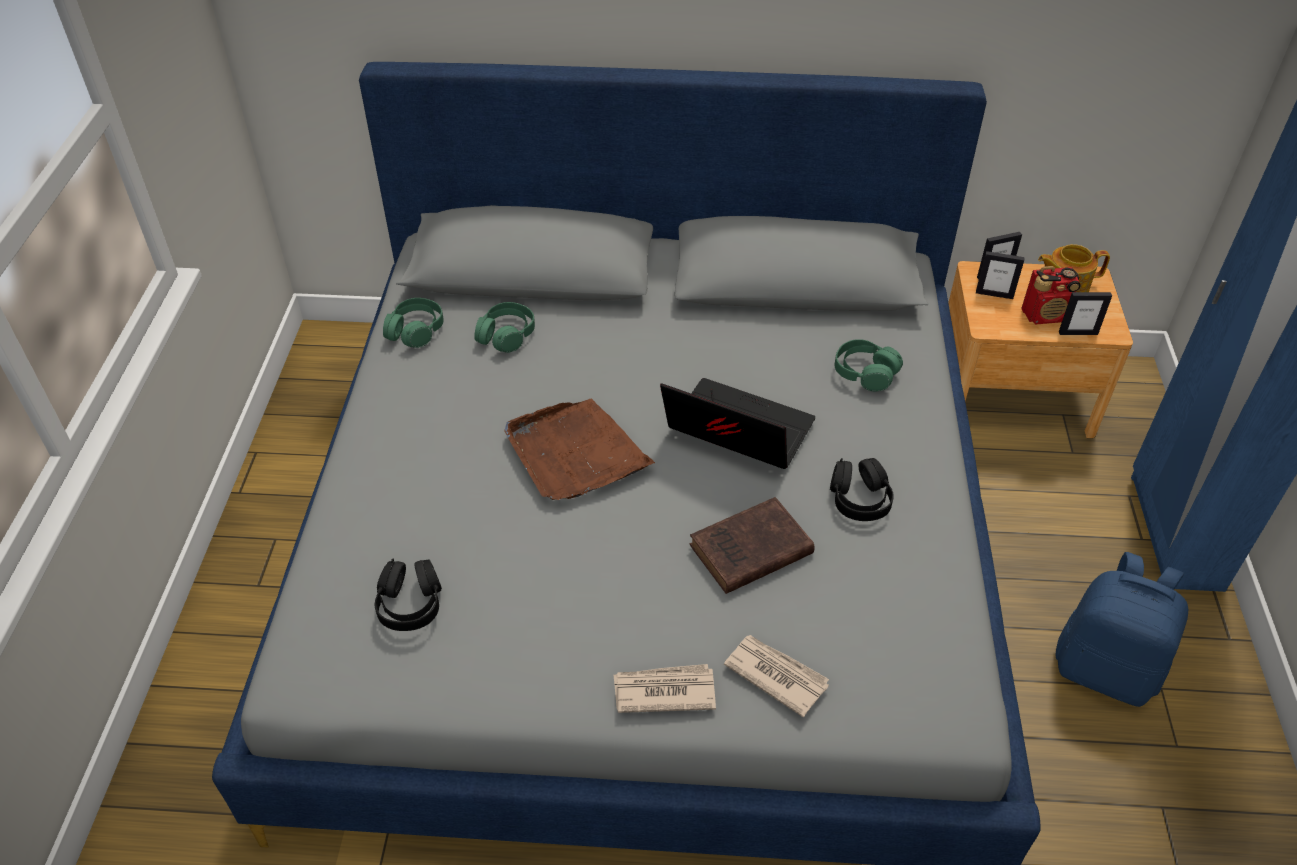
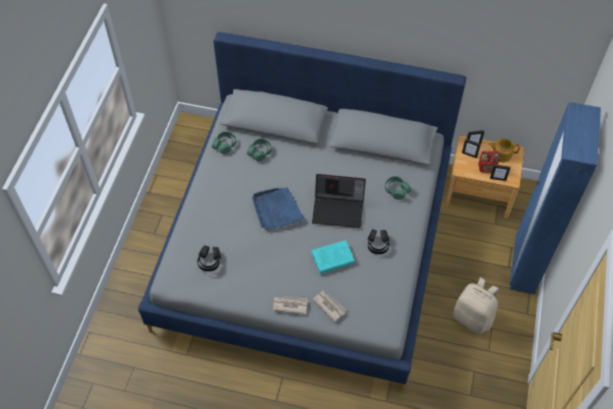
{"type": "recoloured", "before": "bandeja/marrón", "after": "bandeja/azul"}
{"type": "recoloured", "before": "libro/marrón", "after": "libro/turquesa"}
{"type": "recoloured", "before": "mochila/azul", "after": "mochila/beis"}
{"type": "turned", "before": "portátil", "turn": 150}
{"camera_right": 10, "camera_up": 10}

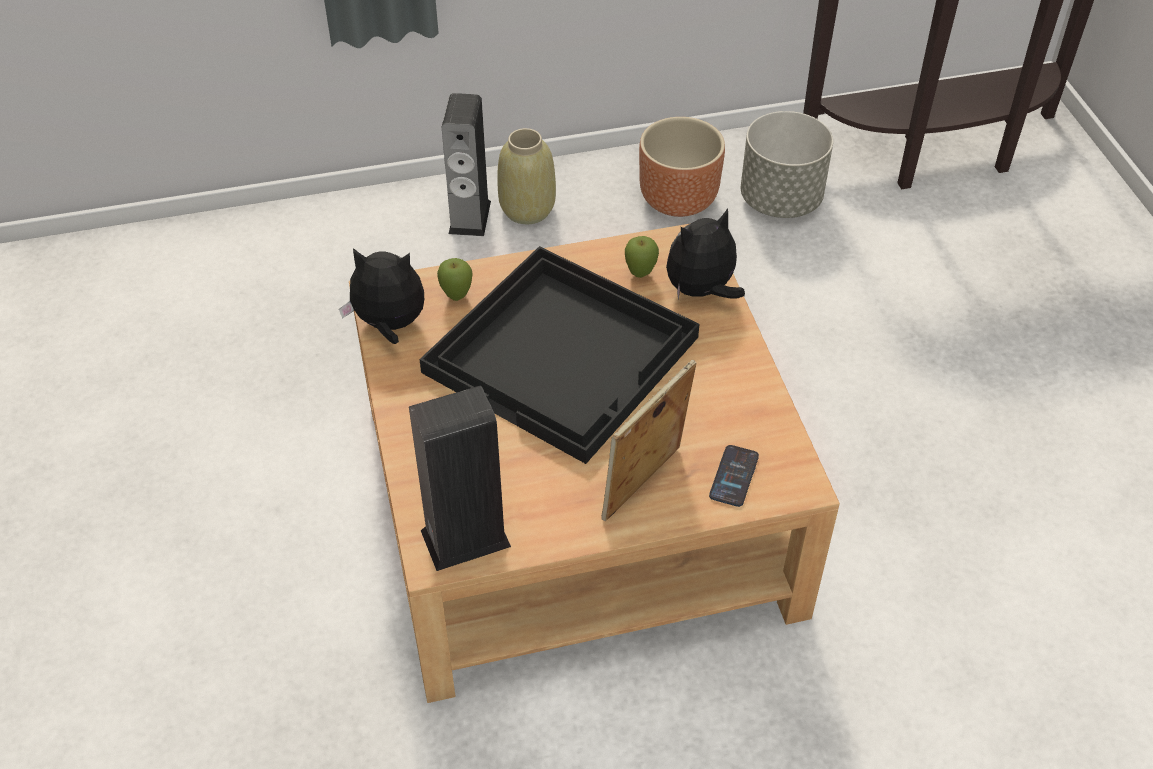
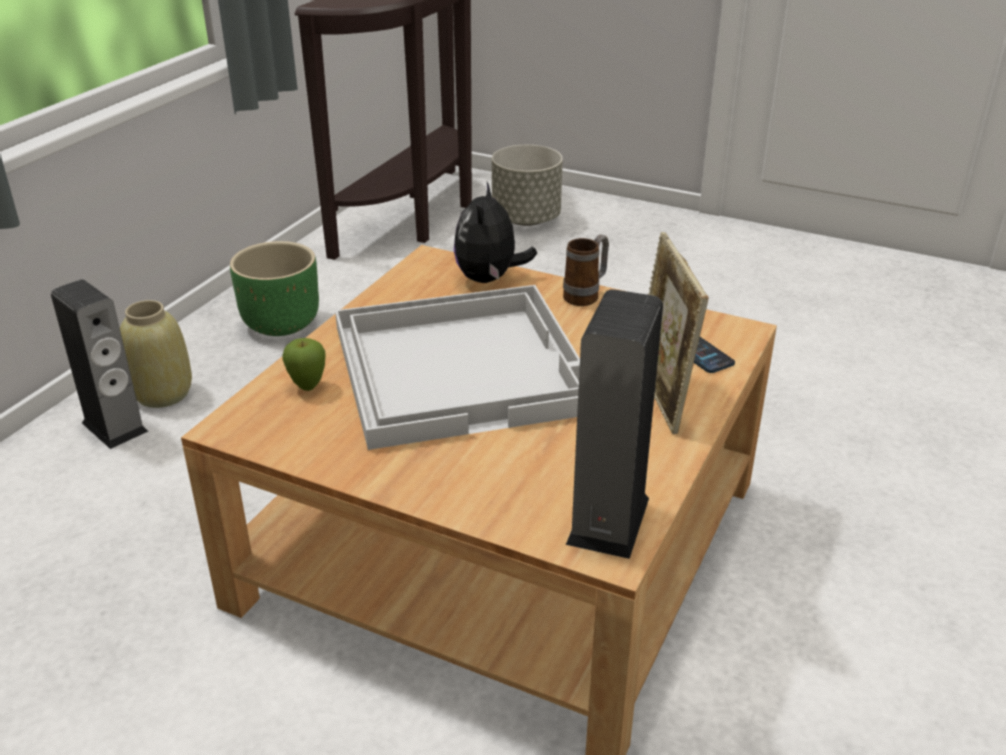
{"type": "removed", "before": "peluche (1st from left)"}
{"type": "removed", "before": "manzana (2nd from left)"}
{"type": "added", "after": "taza grande"}
{"type": "moved", "before": "maceta/gris"}
{"type": "recoloured", "before": "bandeja/negro", "after": "bandeja/blanco"}
{"type": "recoloured", "before": "maceta/marrón", "after": "maceta/verde"}
{"camera_right": -50, "camera_up": -15}

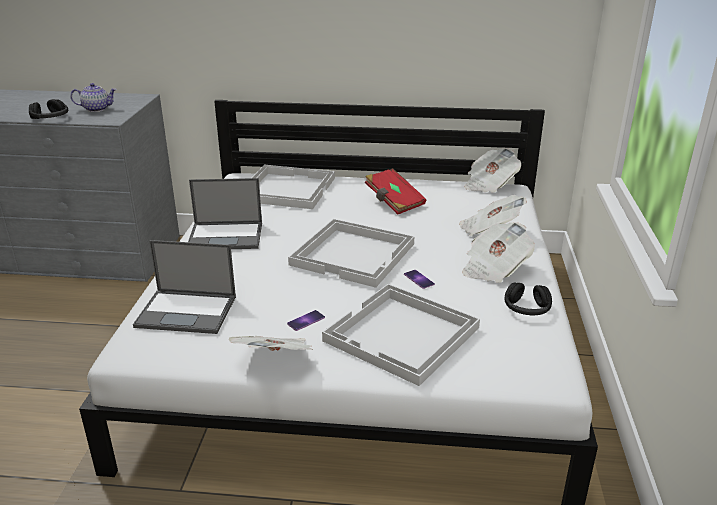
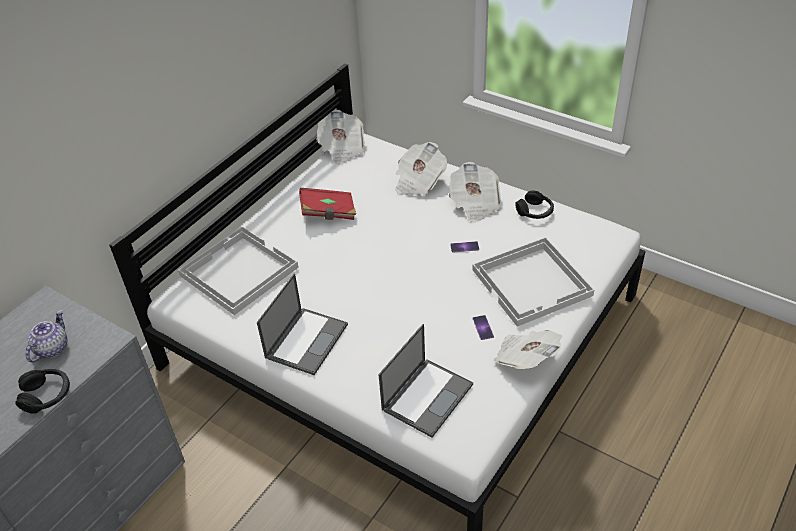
{"type": "removed", "before": "bandeja/blanco (2nd from left)"}
{"camera_right": -60, "camera_up": 15}

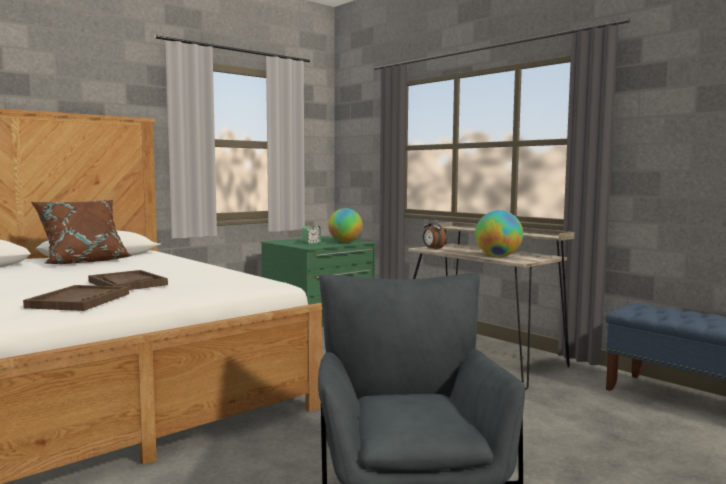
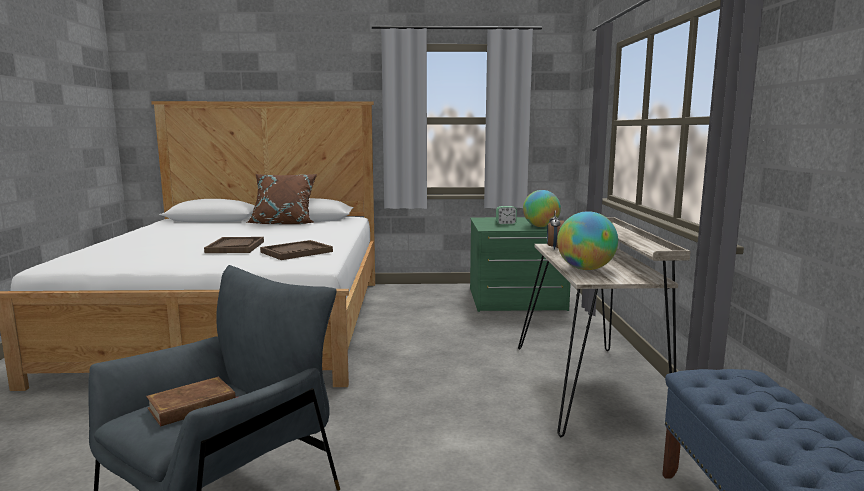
{"type": "added", "after": "libro/marrón"}
{"type": "moved", "before": "bandeja/marrón (1st from left in the first image)", "after": "bandeja/marrón (2nd from left)"}
{"camera_right": 40, "camera_up": 5}

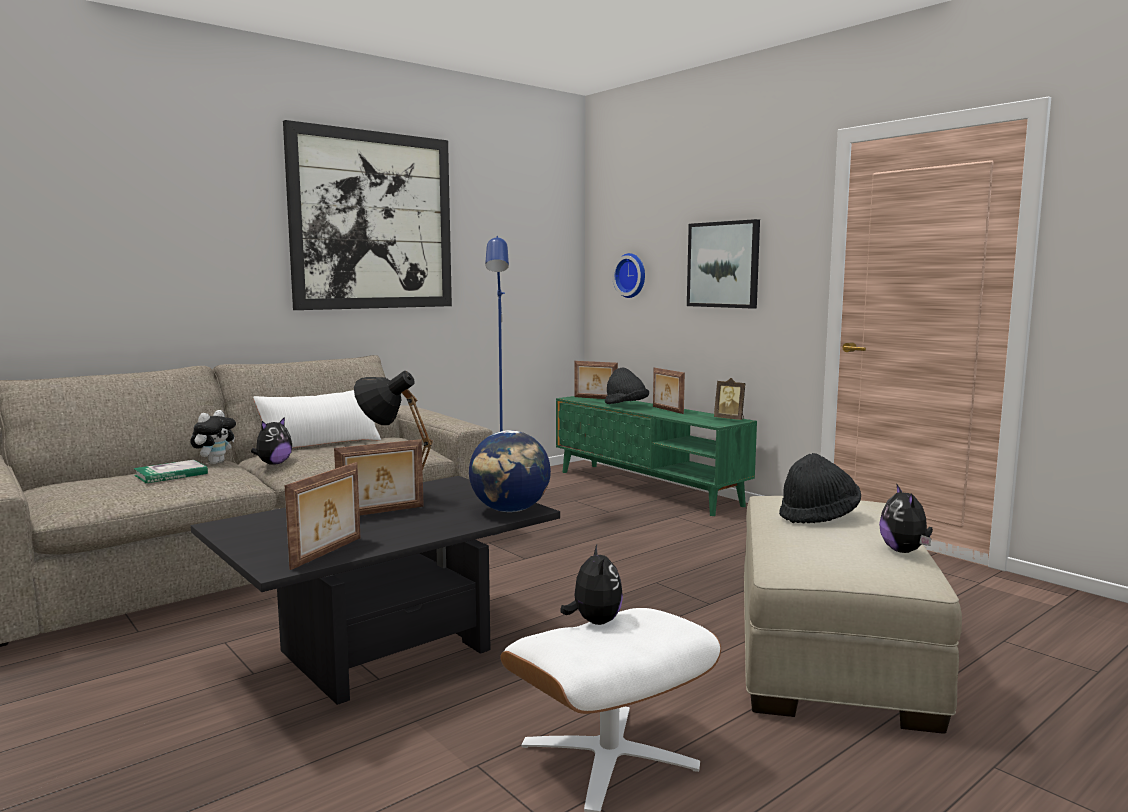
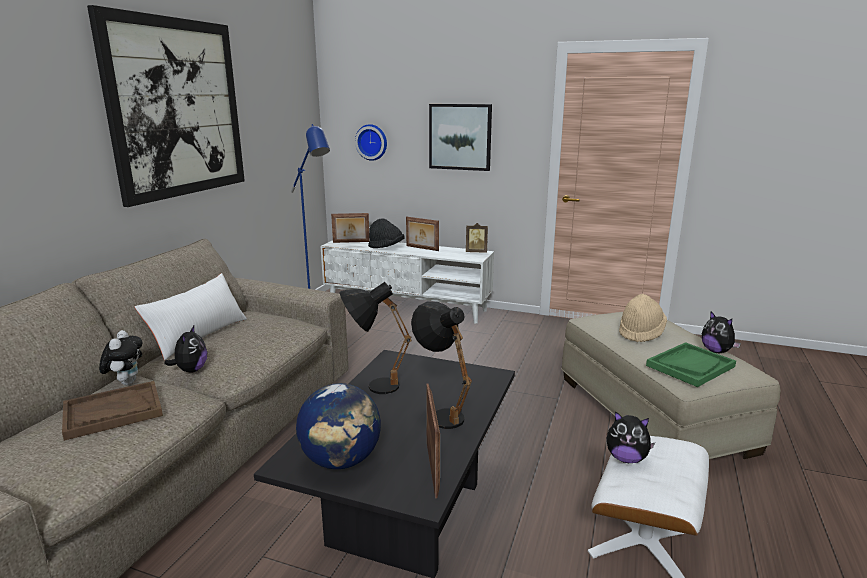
{"type": "removed", "before": "portarretratos (2nd from left)"}
{"type": "added", "after": "lámpara de mesa/negro (2nd from left)"}
{"type": "added", "after": "bandeja/verde"}
{"type": "moved", "before": "globo terráqueo"}
{"type": "replaced", "before": "libro", "after": "bandeja/marrón"}
{"type": "recoloured", "before": "mueble de televisión/verde", "after": "mueble de televisión/blanco"}
{"type": "recoloured", "before": "sombrero/negro (2nd from left)", "after": "sombrero/beis"}
{"type": "turned", "before": "peluche (3rd from left)", "turn": 150}
{"camera_right": -30, "camera_up": 10}

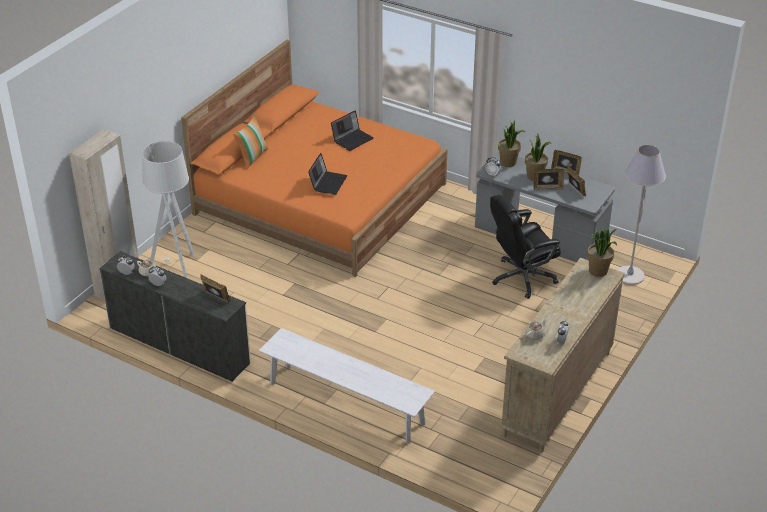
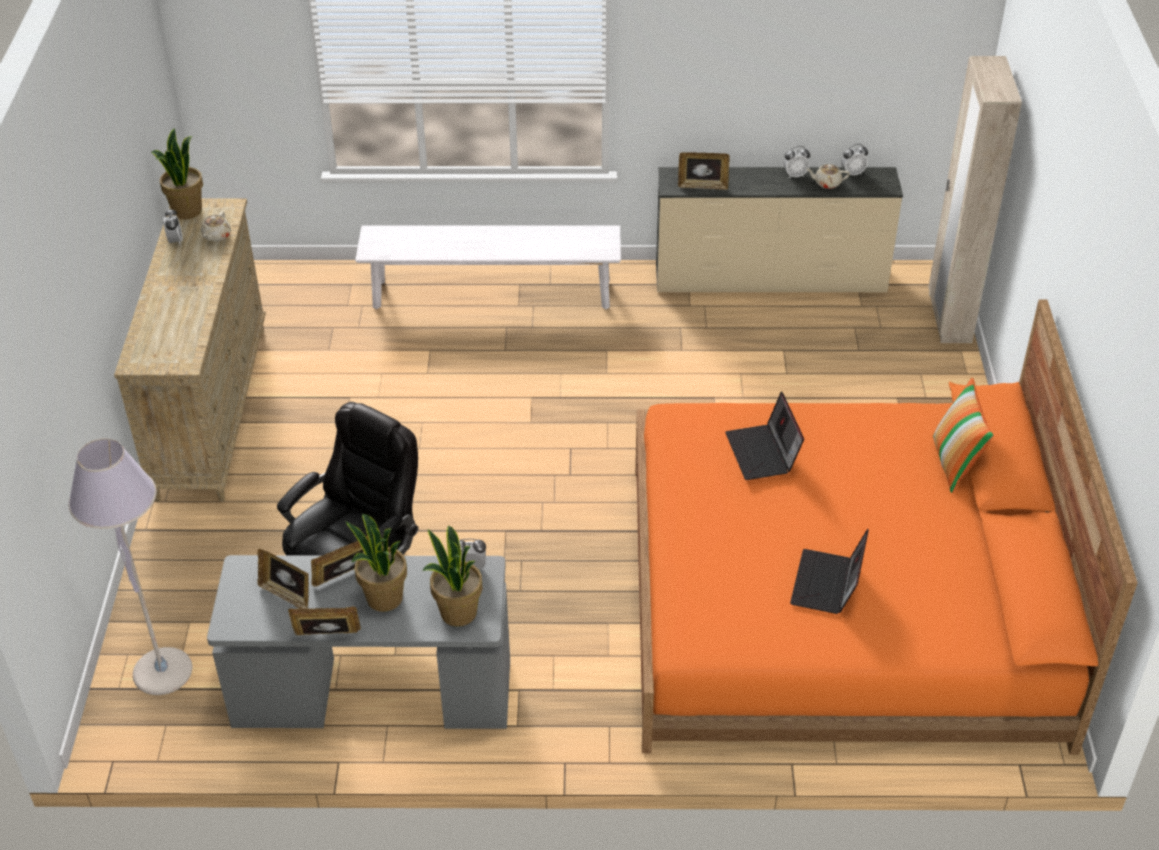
{"type": "removed", "before": "lámpara de pie/gris (1st from left)"}
{"type": "moved", "before": "planta en maceta (3rd from left in the first image)", "after": "planta en maceta (1st from left)"}
{"camera_right": 150, "camera_up": 5}

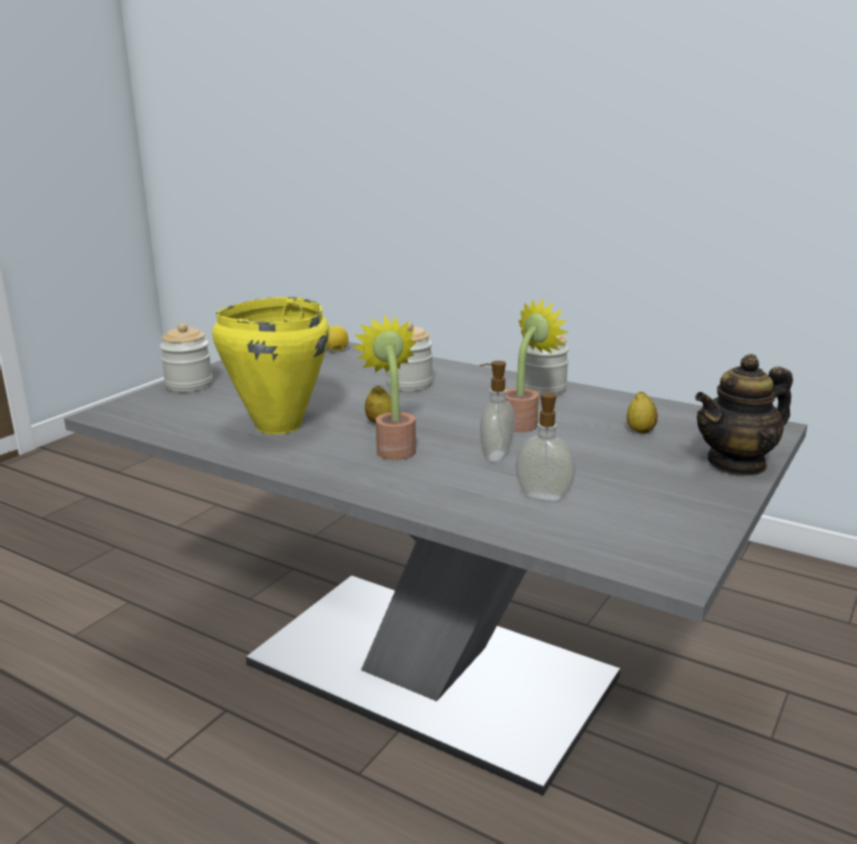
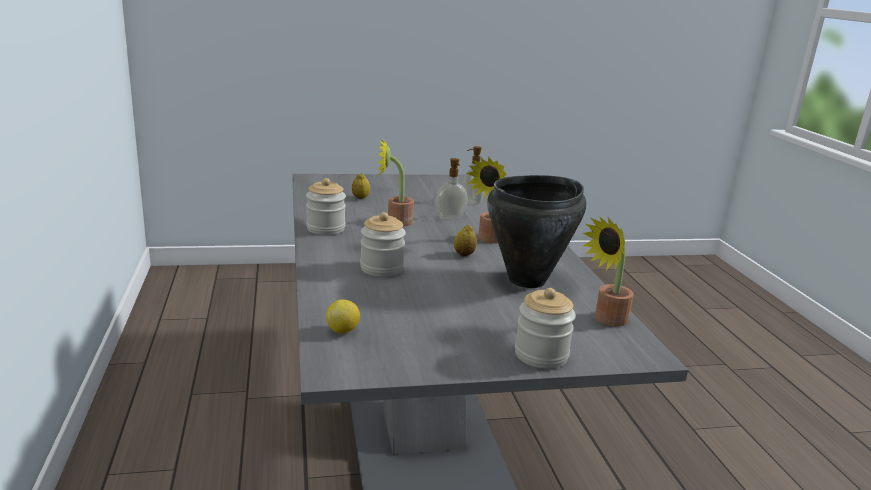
{"type": "removed", "before": "tetera"}
{"type": "added", "after": "planta en maceta (3rd from left)"}
{"type": "recoloured", "before": "olla/amarillo", "after": "olla/negro"}
{"camera_right": -135, "camera_up": 0}

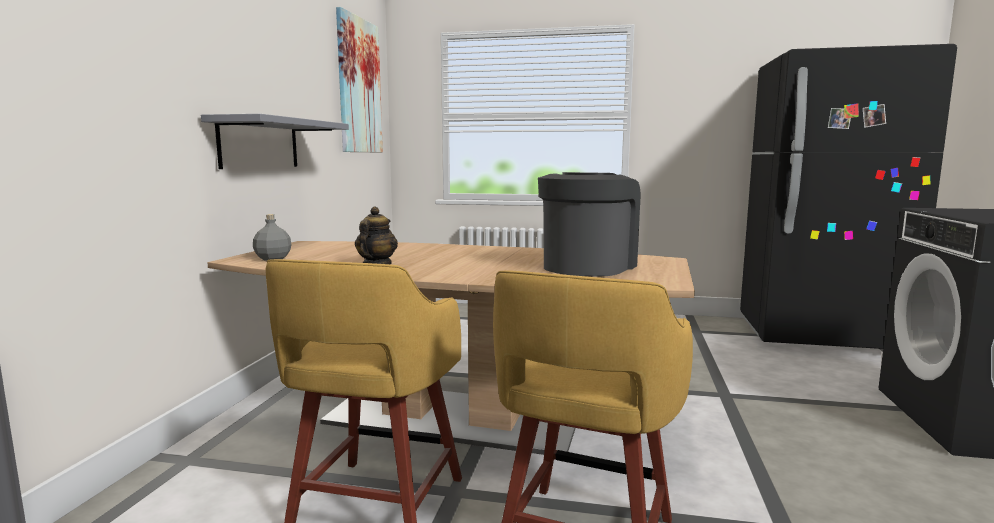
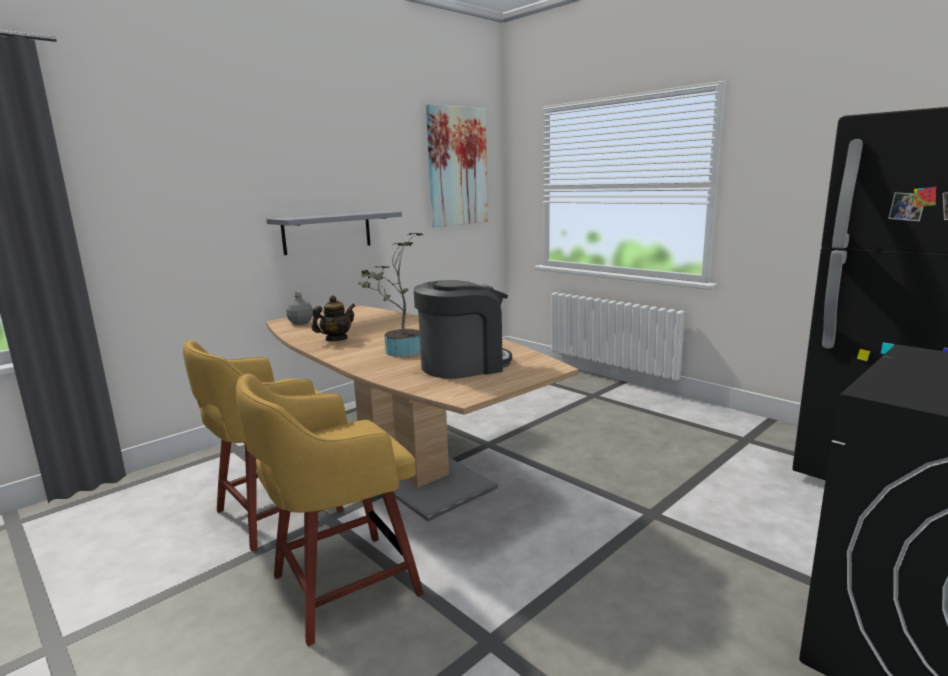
{"type": "added", "after": "planta en maceta"}
{"camera_right": 35, "camera_up": 5}

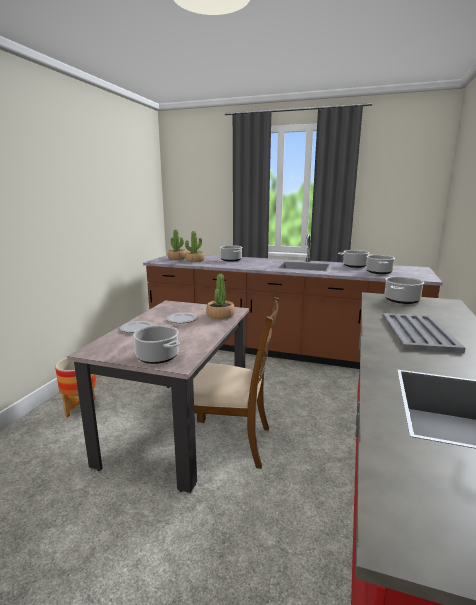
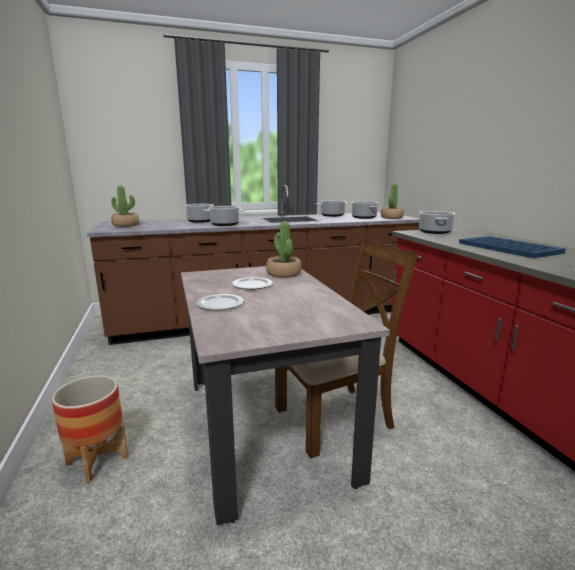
{"type": "moved", "before": "olla (1st from left in the first image)", "after": "olla (2nd from left)"}
{"type": "moved", "before": "planta en maceta (2nd from left in the first image)", "after": "planta en maceta (3rd from left)"}
{"type": "recoloured", "before": "bandeja/gris", "after": "bandeja/azul"}
{"camera_right": -35, "camera_up": 0}

